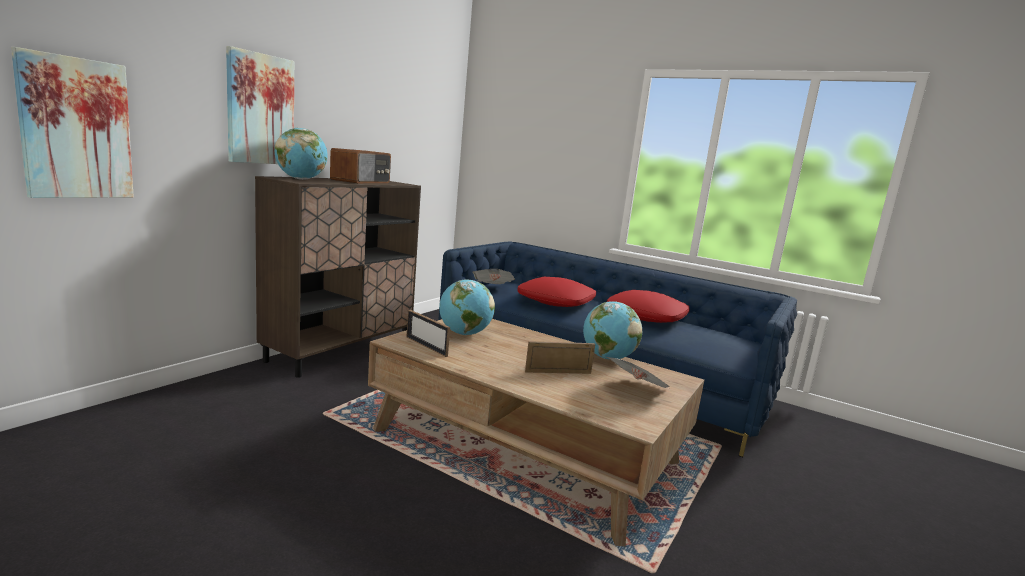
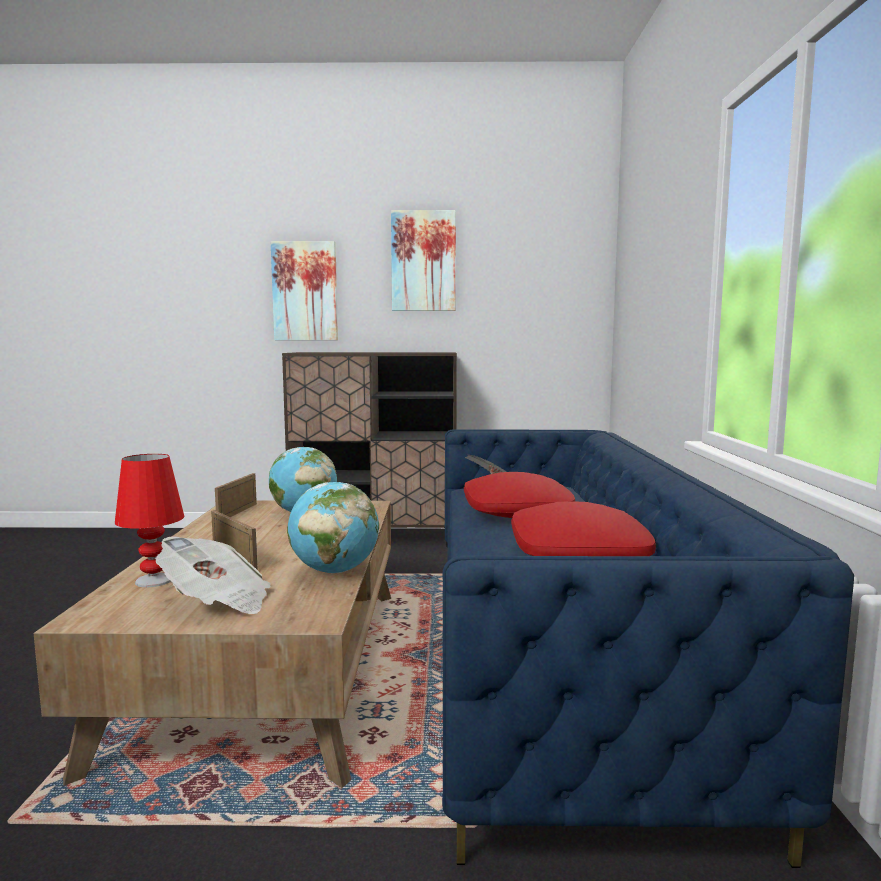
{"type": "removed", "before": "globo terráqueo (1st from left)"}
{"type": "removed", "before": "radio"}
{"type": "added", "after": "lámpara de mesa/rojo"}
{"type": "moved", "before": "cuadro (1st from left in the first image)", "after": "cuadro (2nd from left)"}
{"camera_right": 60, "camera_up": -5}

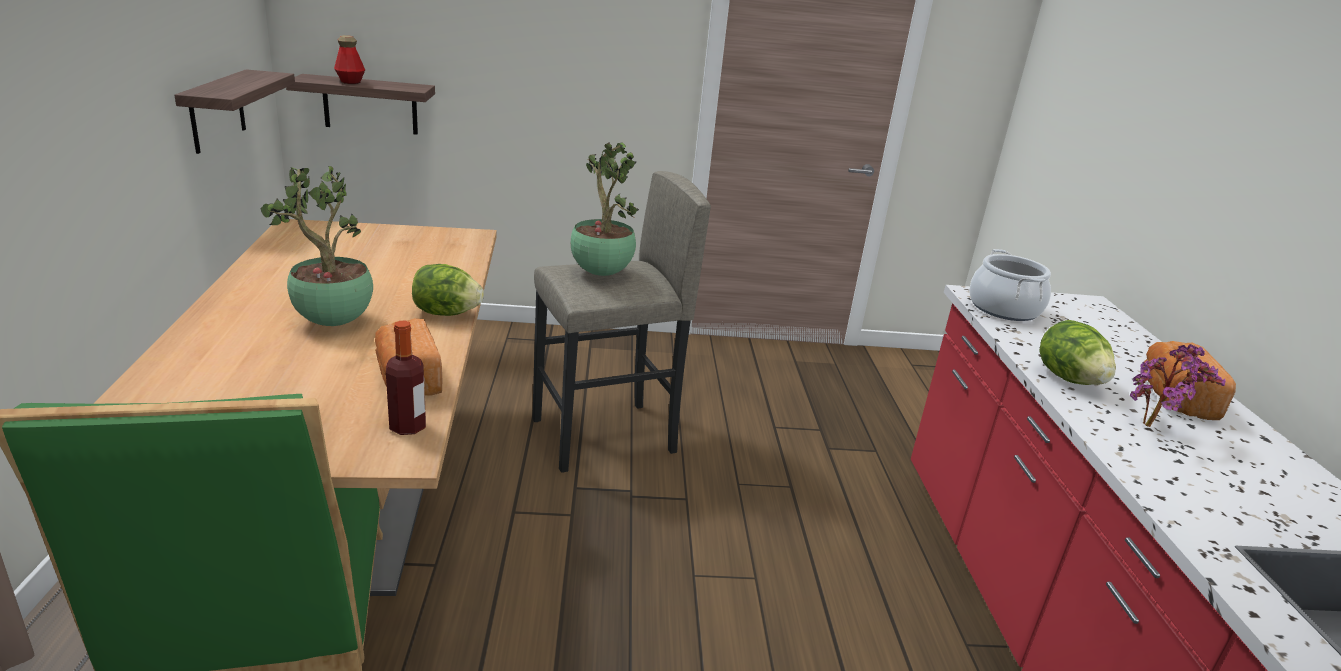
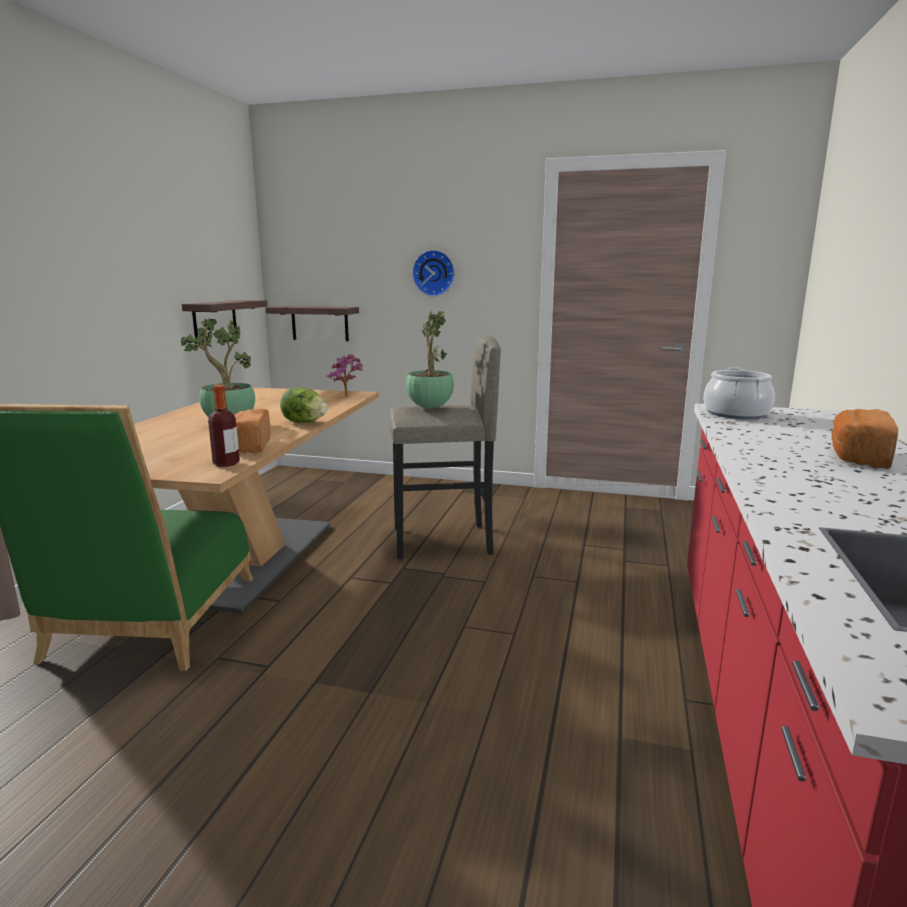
{"type": "removed", "before": "botella (1st from left)"}
{"type": "removed", "before": "lechuga (2nd from left)"}
{"type": "added", "after": "reloj de pared"}
{"type": "moved", "before": "planta en maceta (3rd from left in the first image)", "after": "planta en maceta (2nd from left)"}
{"camera_right": 20, "camera_up": -10}

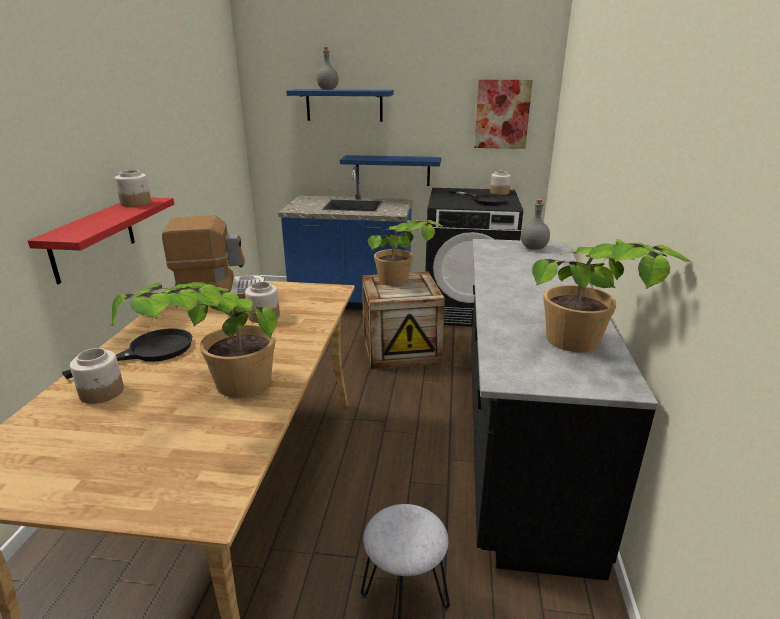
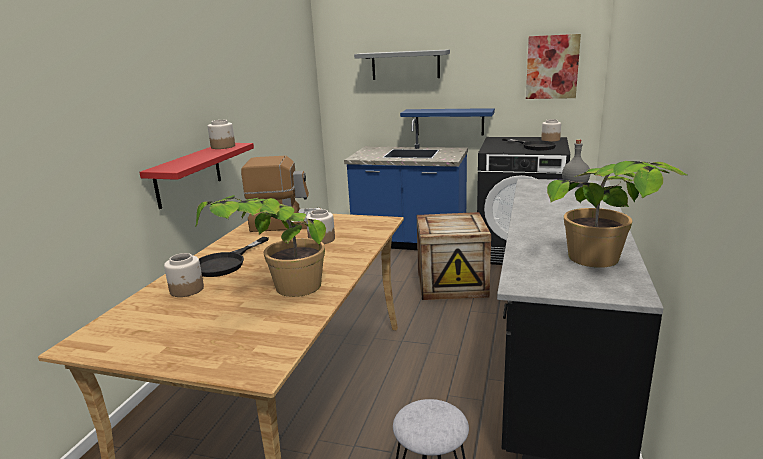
{"type": "removed", "before": "botella/gris (1st from left)"}
{"type": "removed", "before": "planta en maceta (2nd from left)"}
{"type": "recoloured", "before": "estante/azul (1st from left)", "after": "estante/gris"}
{"type": "turned", "before": "sartén/negro (1st from left)", "turn": 150}
{"camera_right": 10, "camera_up": -5}

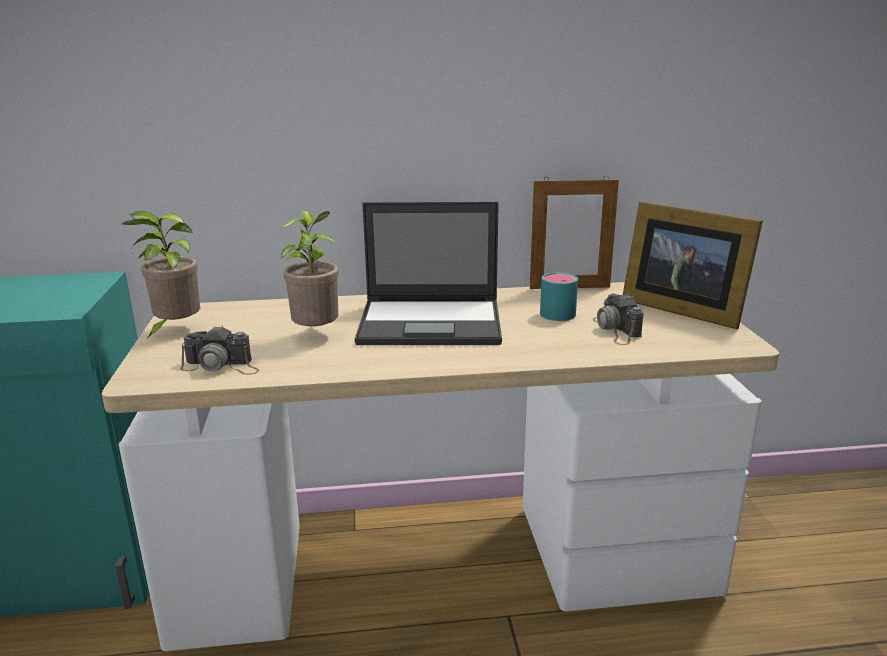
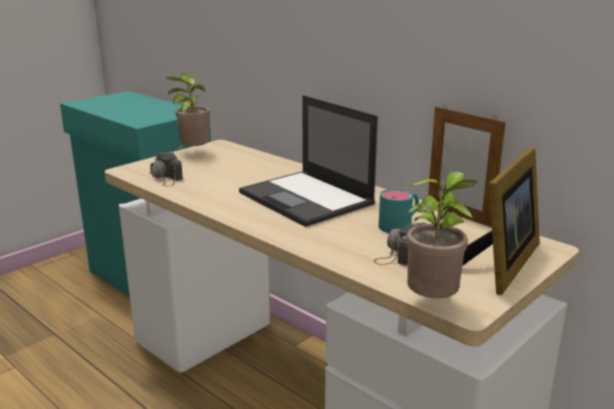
{"type": "moved", "before": "planta en maceta (2nd from left)"}
{"type": "turned", "before": "portarretratos (2nd from left)", "turn": -150}
{"camera_right": 50, "camera_up": 0}

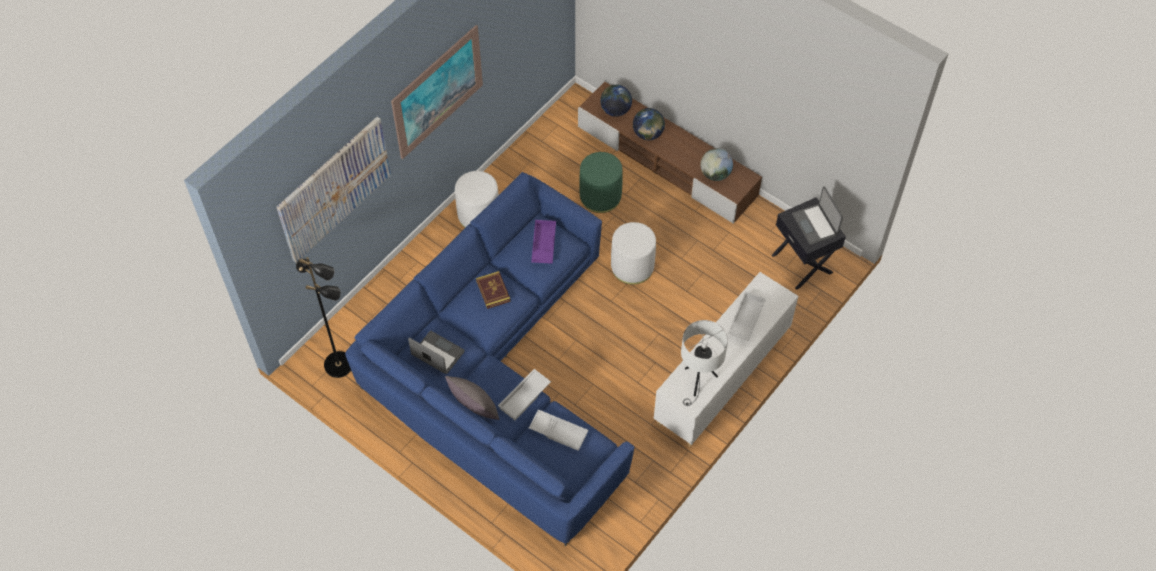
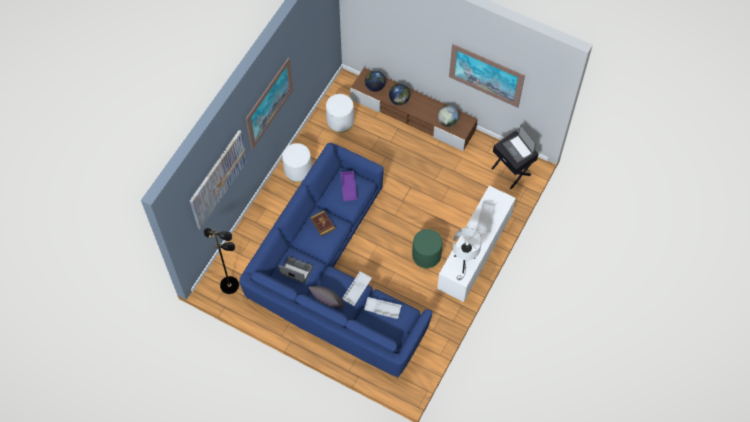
{"type": "added", "after": "cuadro (3rd from left)"}
{"type": "moved", "before": "puf/verde"}
{"type": "moved", "before": "puf/blanco (2nd from left)"}
{"camera_right": -10, "camera_up": 5}

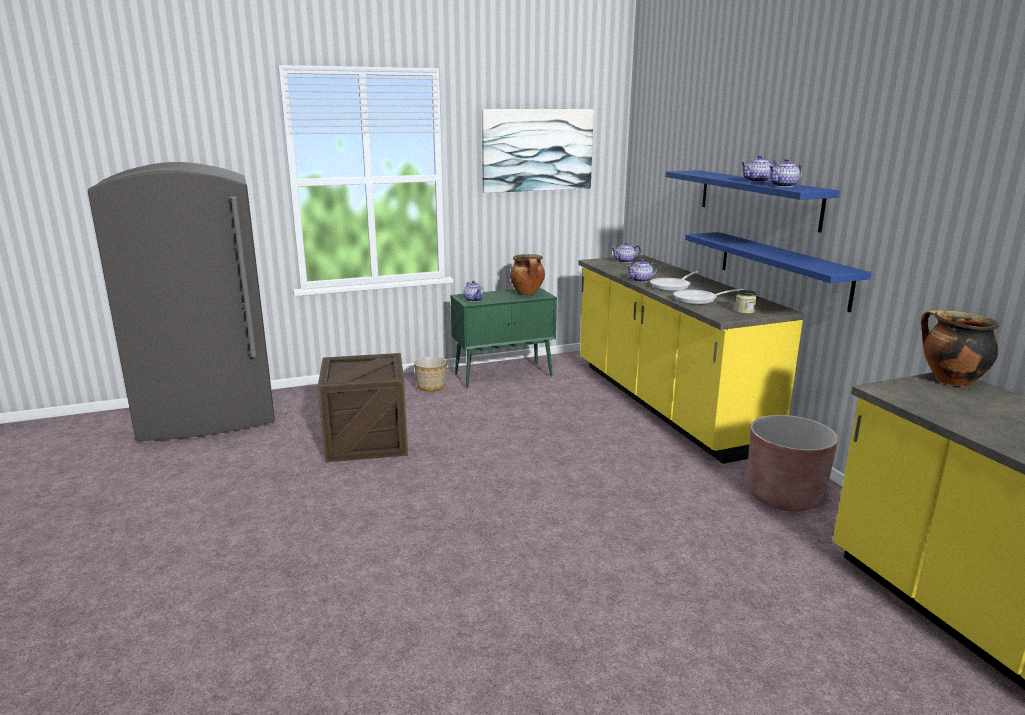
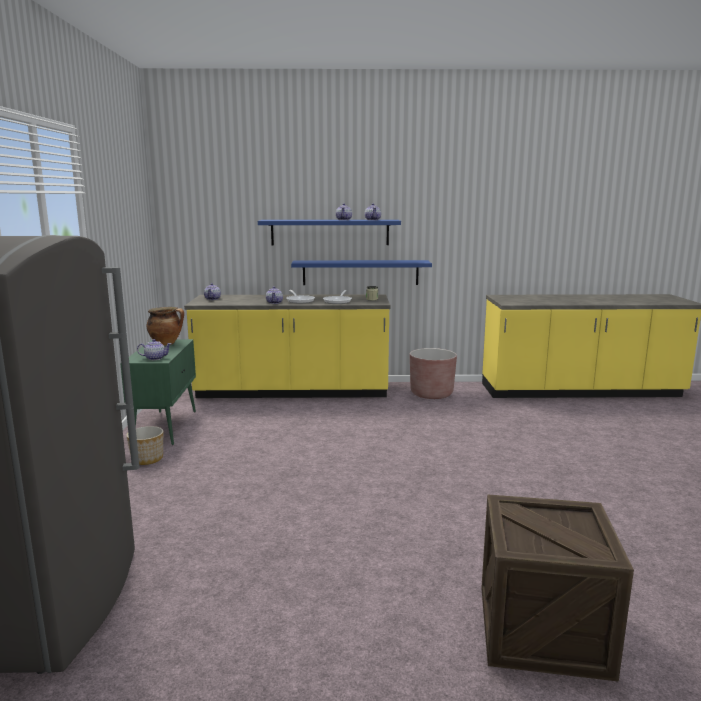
{"type": "removed", "before": "cuadro"}
{"type": "removed", "before": "olla (2nd from left)"}
{"type": "moved", "before": "caja de embalaje"}
{"camera_right": -70, "camera_up": -5}

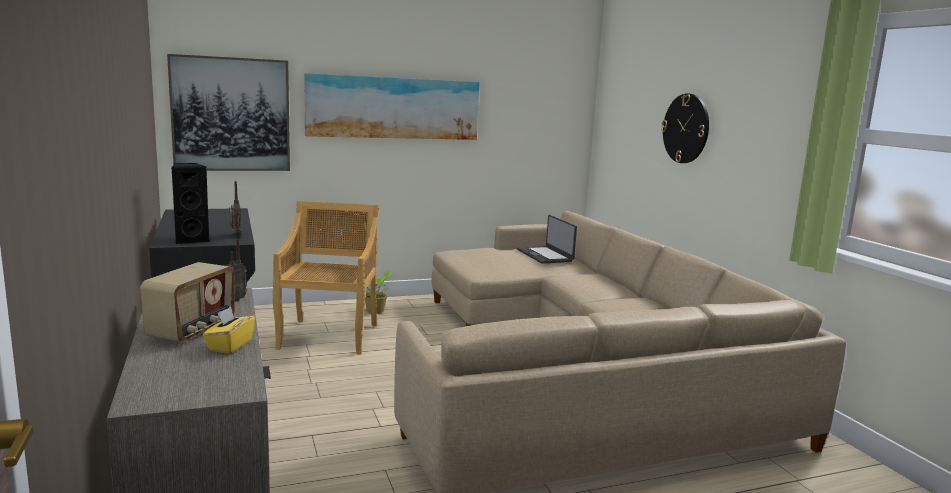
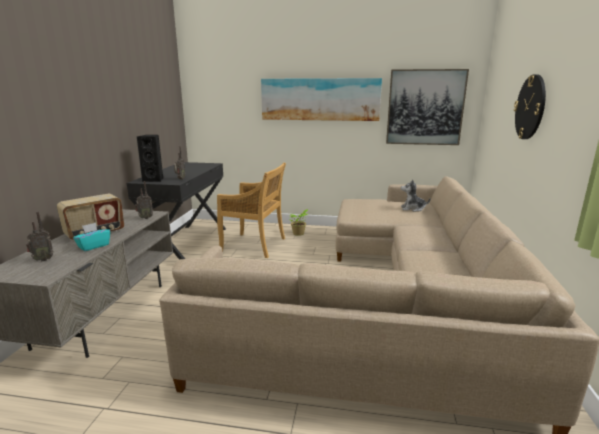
{"type": "added", "after": "radio (1st from left)"}
{"type": "moved", "before": "cuadro (1st from left in the first image)", "after": "cuadro (2nd from left)"}
{"type": "replaced", "before": "portátil", "after": "peluche"}
{"type": "recoloured", "before": "caja de pañuelos/amarillo", "after": "caja de pañuelos/turquesa"}
{"type": "turned", "before": "silla/beis", "turn": 75}
{"camera_right": 30, "camera_up": 5}

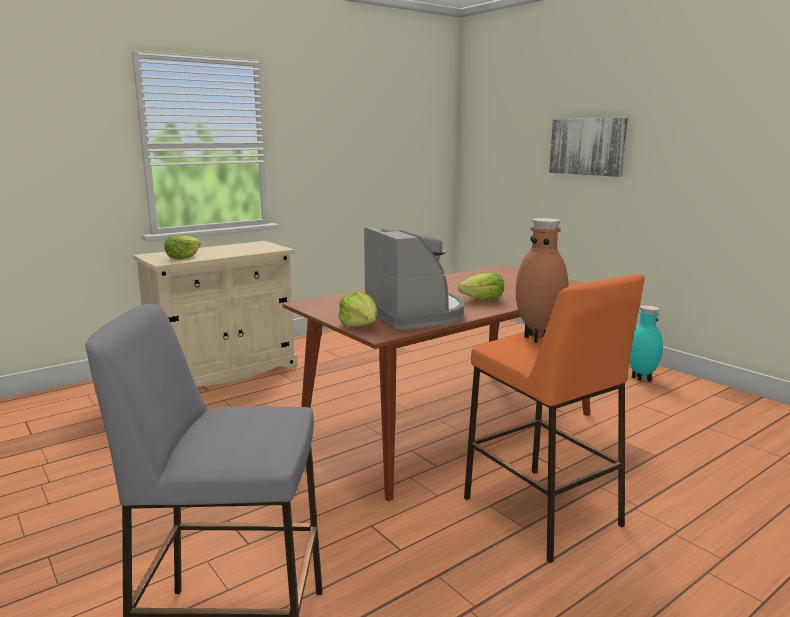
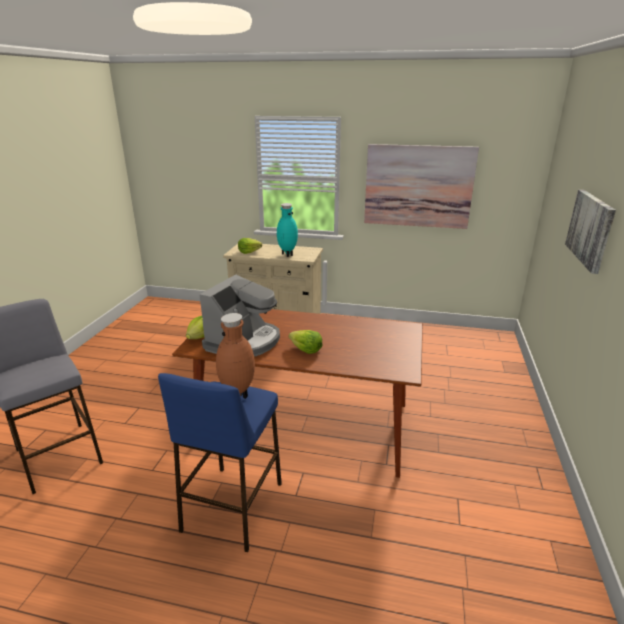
{"type": "added", "after": "cuadro (1st from left)"}
{"type": "moved", "before": "florero/turquesa"}
{"type": "recoloured", "before": "taburete/naranja", "after": "taburete/azul"}
{"camera_right": 50, "camera_up": 10}

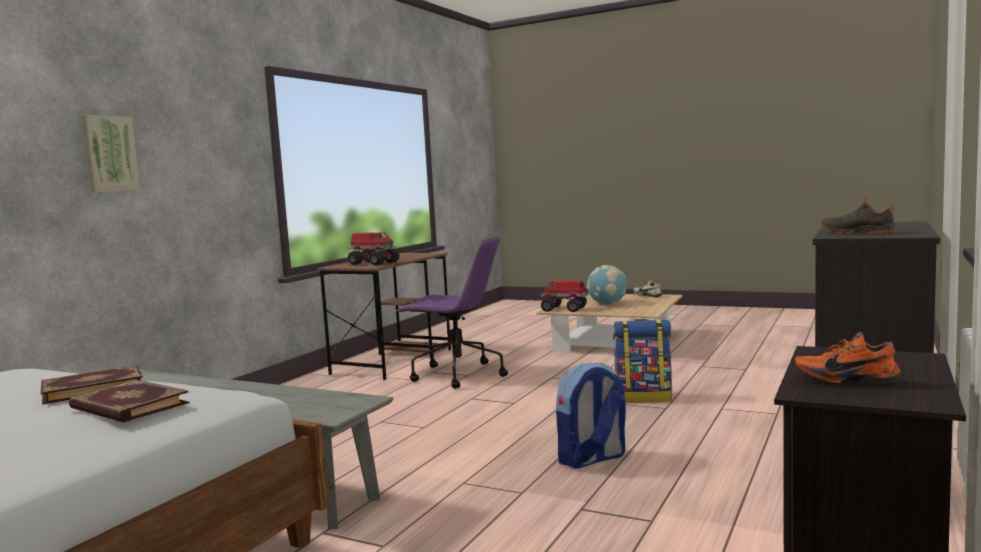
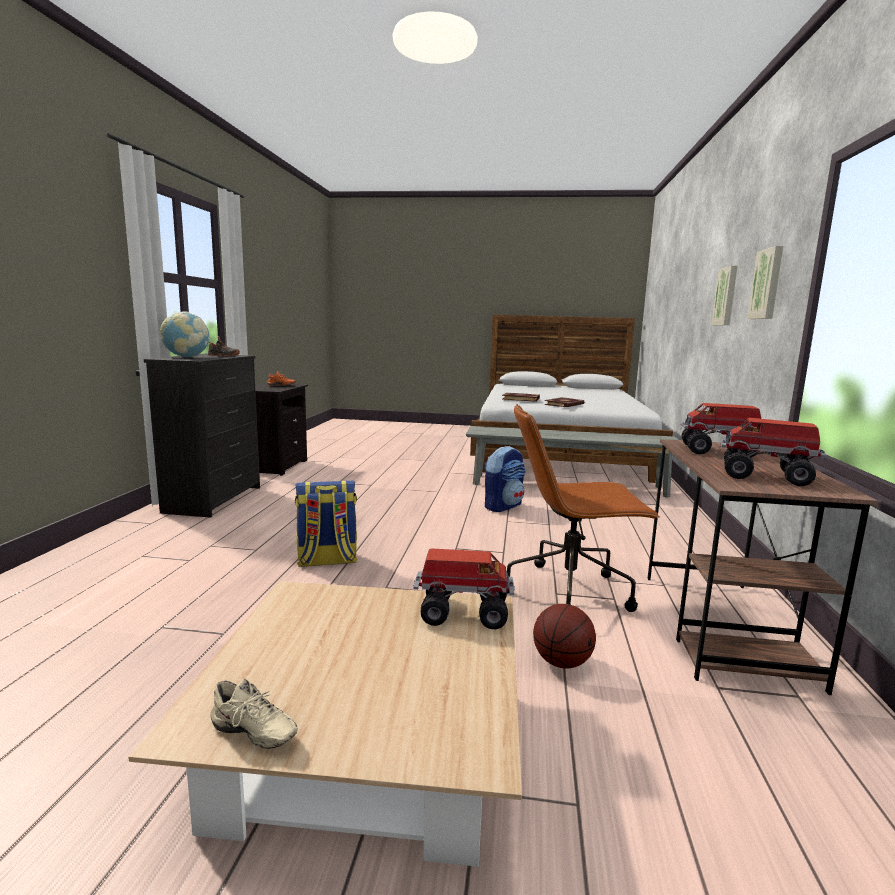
{"type": "added", "after": "balón de baloncesto"}
{"type": "added", "after": "camión de juguete (3rd from left)"}
{"type": "added", "after": "cuadro (2nd from left)"}
{"type": "moved", "before": "mochila (1st from left in the first image)", "after": "mochila (2nd from left)"}
{"type": "moved", "before": "globo terráqueo"}
{"type": "recoloured", "before": "silla de oficina/morado", "after": "silla de oficina/marrón"}
{"camera_right": 160, "camera_up": 5}

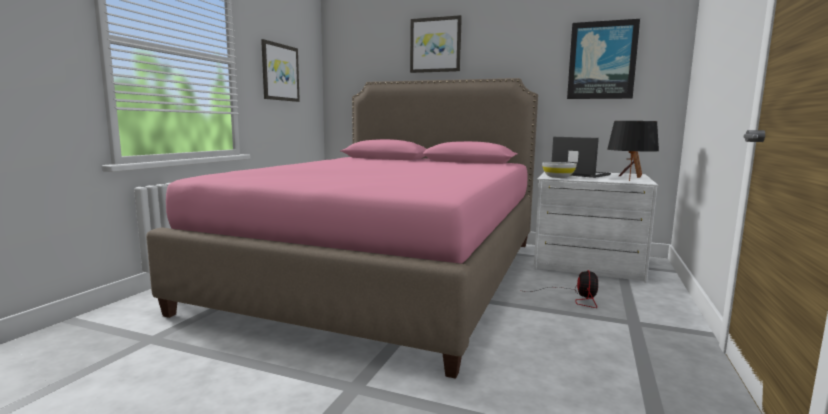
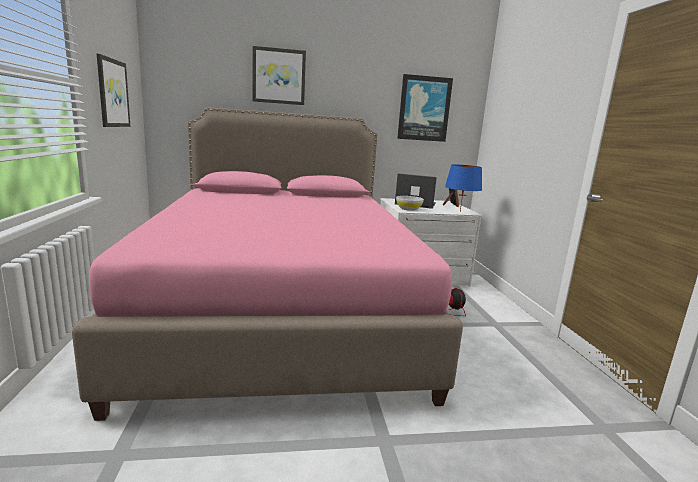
{"type": "recoloured", "before": "lámpara de mesa/negro", "after": "lámpara de mesa/azul"}
{"camera_right": -30, "camera_up": 5}

